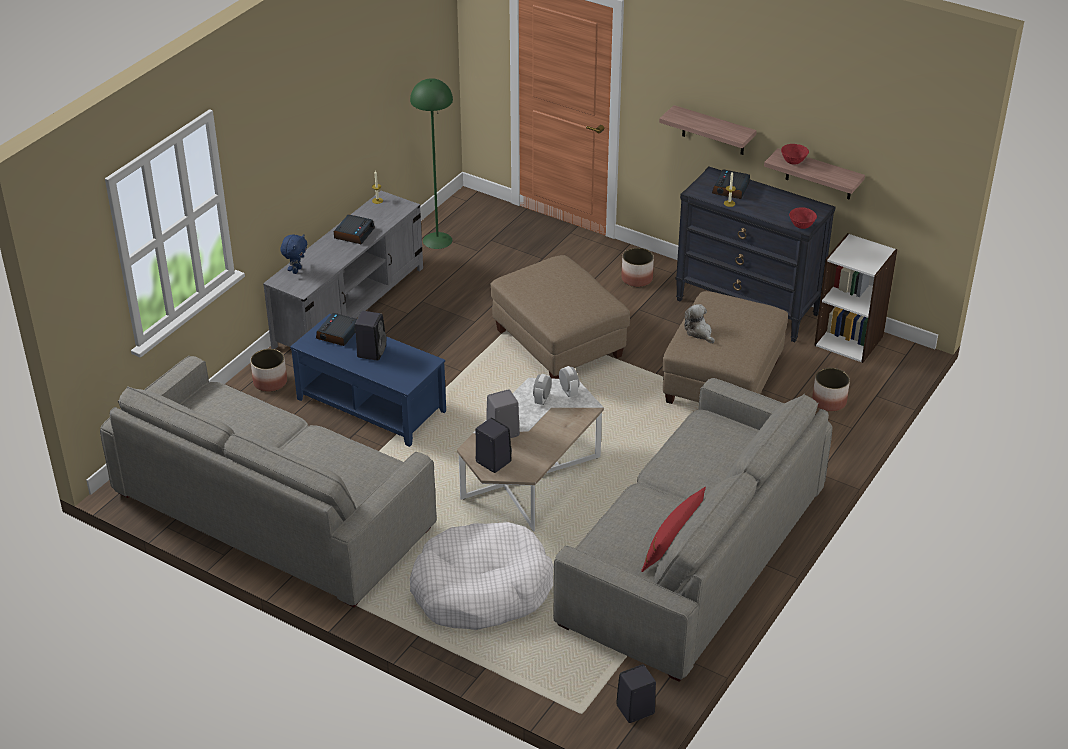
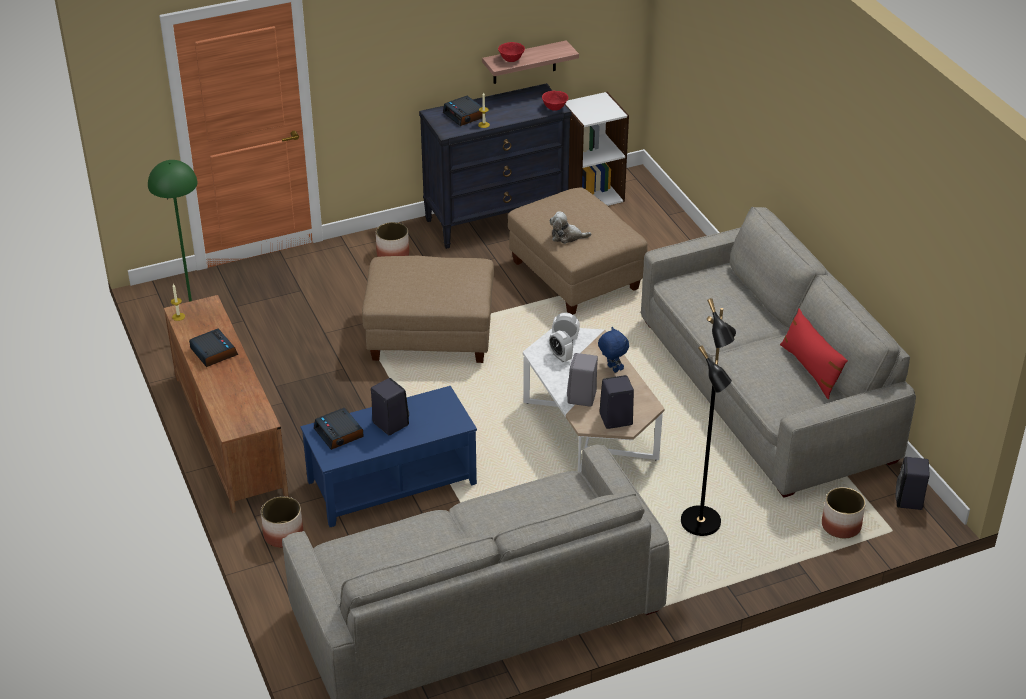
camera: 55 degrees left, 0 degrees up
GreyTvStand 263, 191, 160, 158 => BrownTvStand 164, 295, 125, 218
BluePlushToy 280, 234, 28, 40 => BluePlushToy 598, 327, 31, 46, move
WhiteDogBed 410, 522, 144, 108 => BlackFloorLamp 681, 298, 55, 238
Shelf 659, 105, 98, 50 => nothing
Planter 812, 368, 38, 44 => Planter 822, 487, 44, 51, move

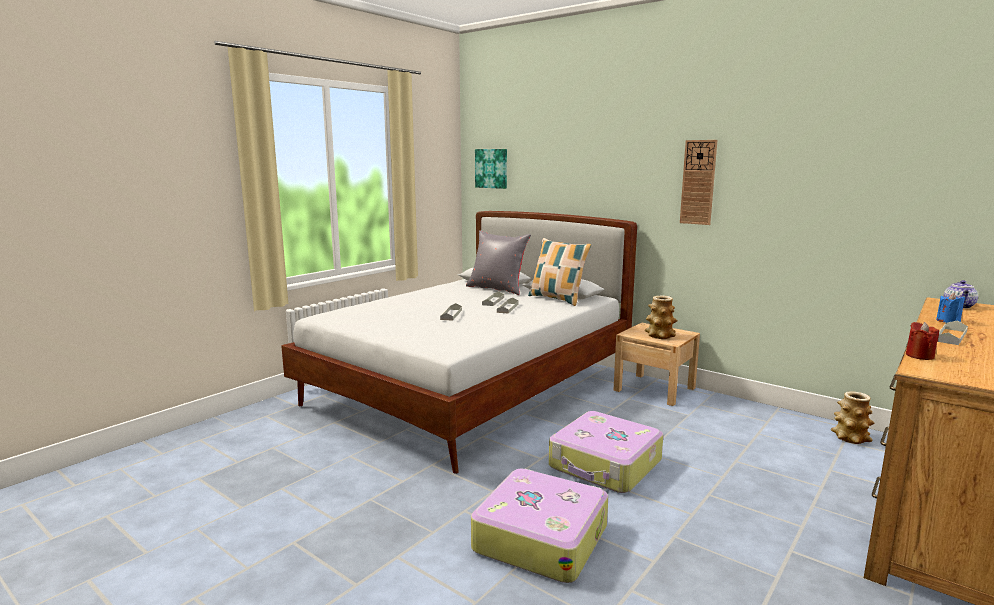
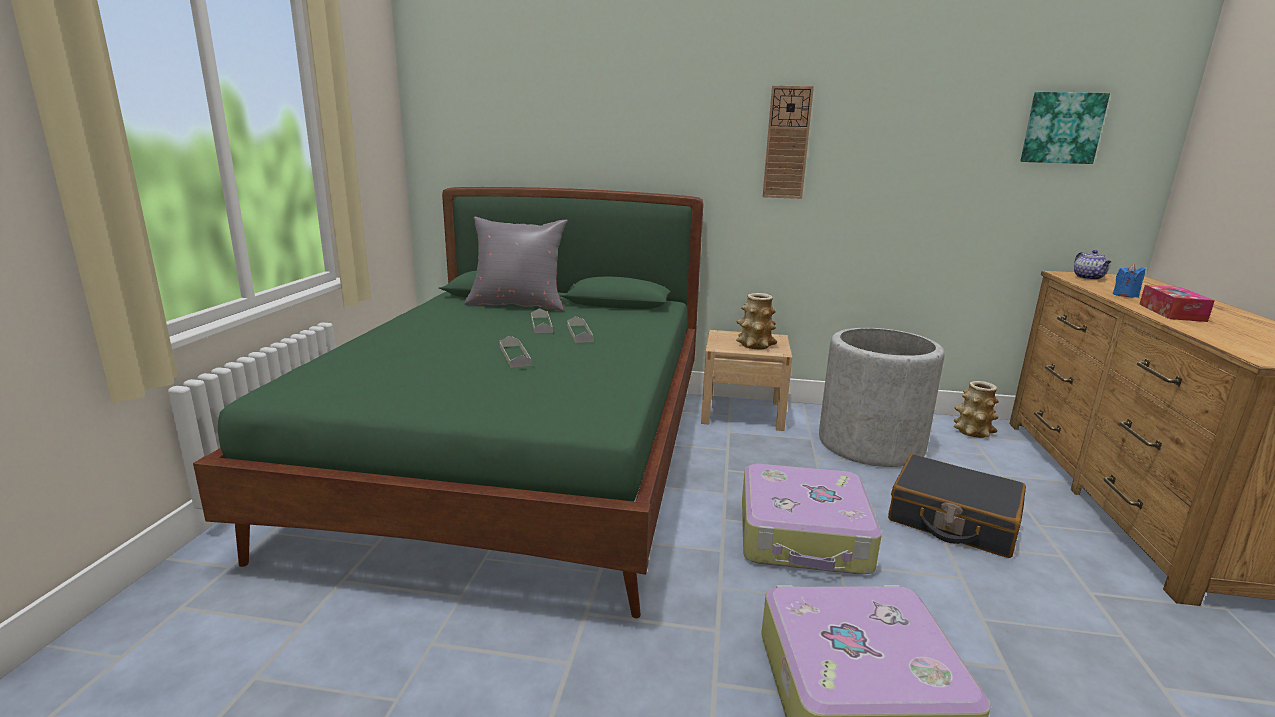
camera: 30 degrees left, 5 degrees up
WhiteBed 281, 211, 356, 263 => GreenBed 193, 187, 511, 431
Picture 475, 149, 32, 40 => Picture 1020, 92, 90, 72, move
Pillow 528, 238, 64, 68 => nothing
RedCandle 906, 322, 33, 38 => nothing
GreyTray 938, 321, 30, 24 => TissueBox 1140, 285, 75, 37
nothing => GreyPlanter 819, 328, 126, 139
nothing => BlackSuitcase 888, 454, 138, 104

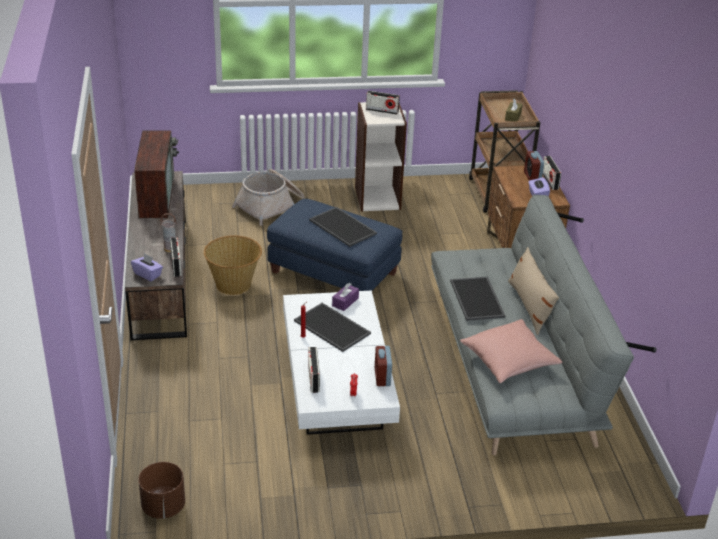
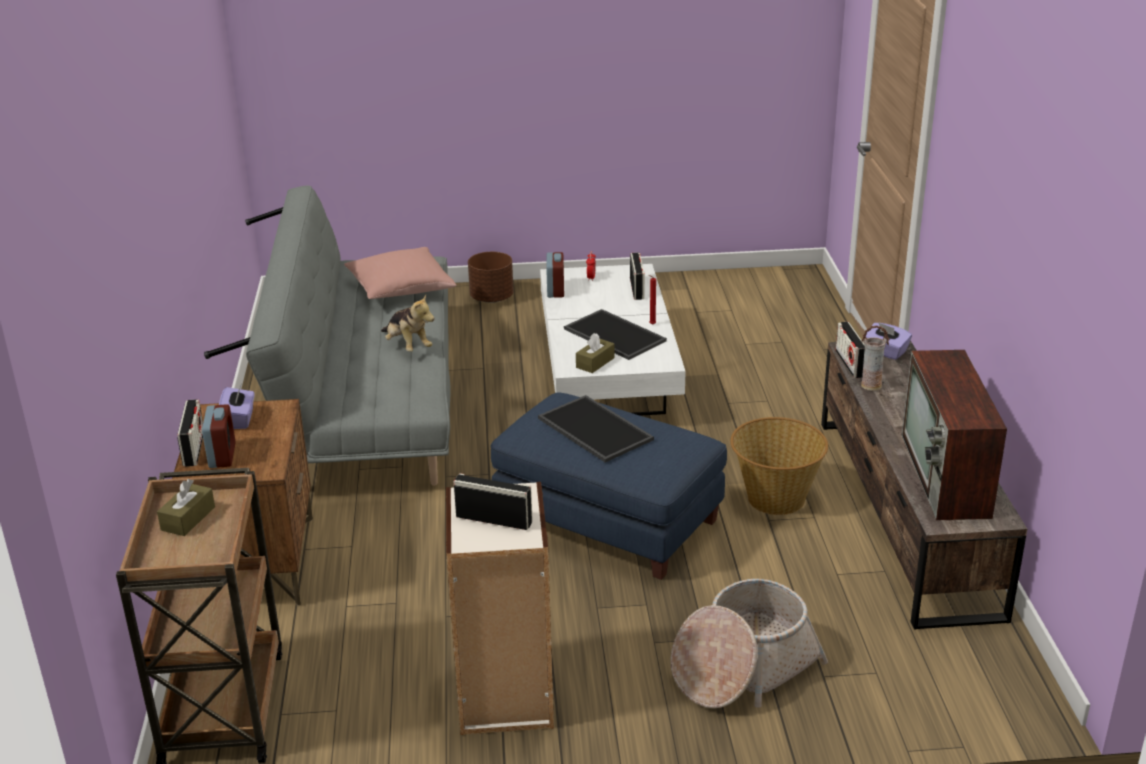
camera: 175 degrees left, 5 degrees down
BrownPlanter 138, 462, 47, 57 => BrownPlanter 468, 252, 46, 51, move
PurpleTissueBox 332, 283, 27, 28 => BrownTissueBox 576, 333, 39, 40
Tray 450, 277, 55, 44 => PlushToy 381, 295, 53, 57
BeigePillow 508, 247, 51, 88 => nothing

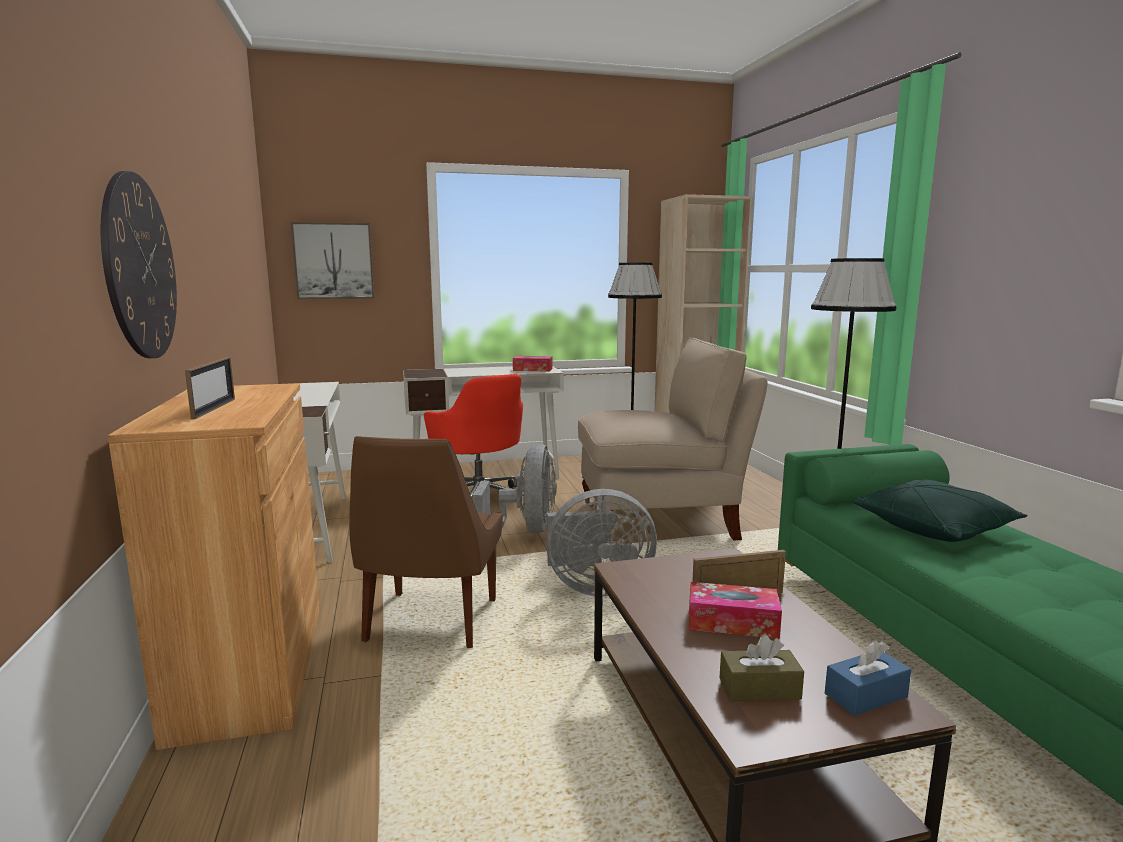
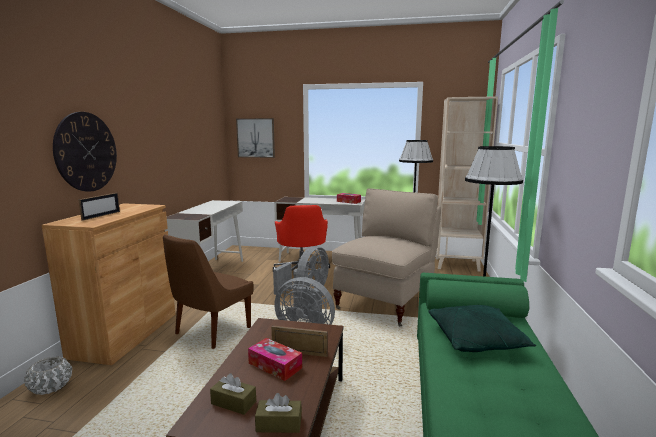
camera: 25 degrees right, 0 degrees up
BeigeChair 578, 337, 189, 207 => BeigeChair 332, 188, 109, 138, 75 degrees counterclockwise
BlueTissueBox 825, 640, 86, 76 => BrownTissueBox 255, 393, 47, 40
nothing => WhitePlanter 24, 357, 48, 38

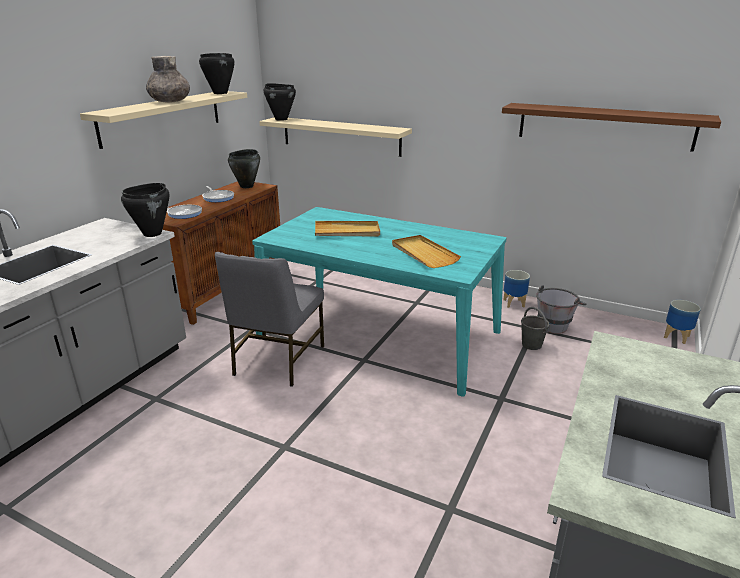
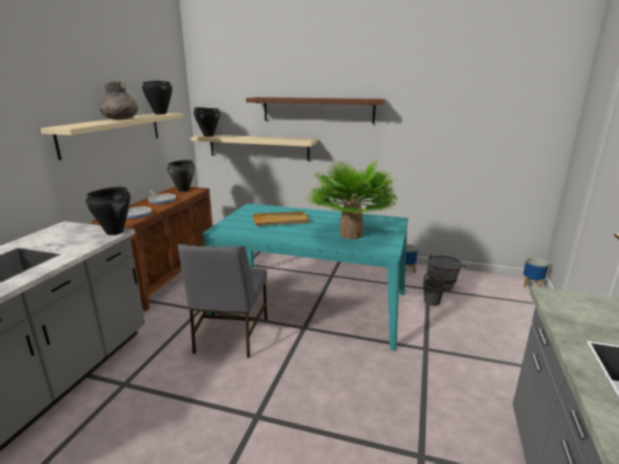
camera: 10 degrees left, 5 degrees down
BeigeTray 392, 235, 69, 33 => PottedPlant 308, 159, 93, 80
BrownShelf 502, 103, 219, 49 => BrownShelf 246, 97, 139, 27, move

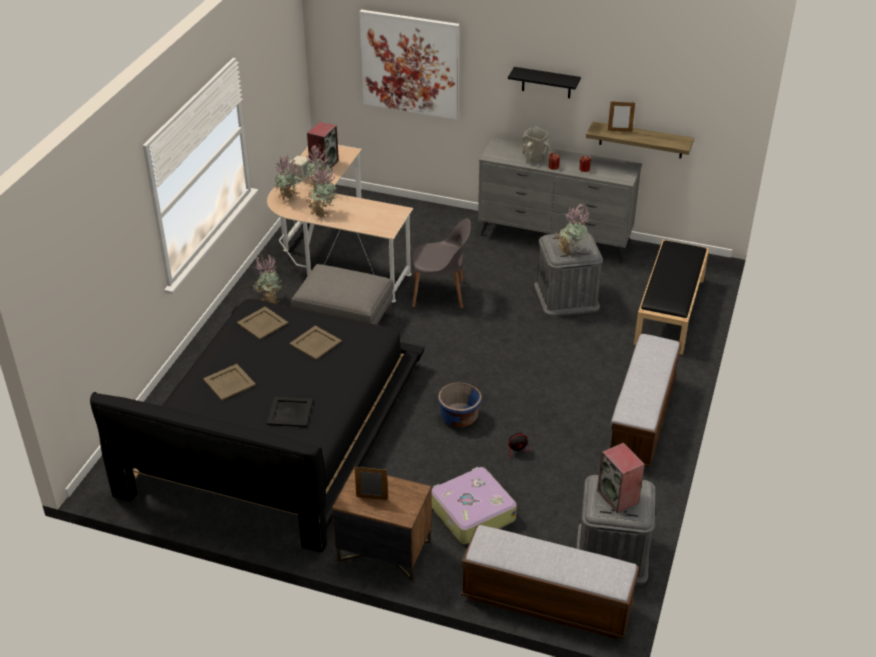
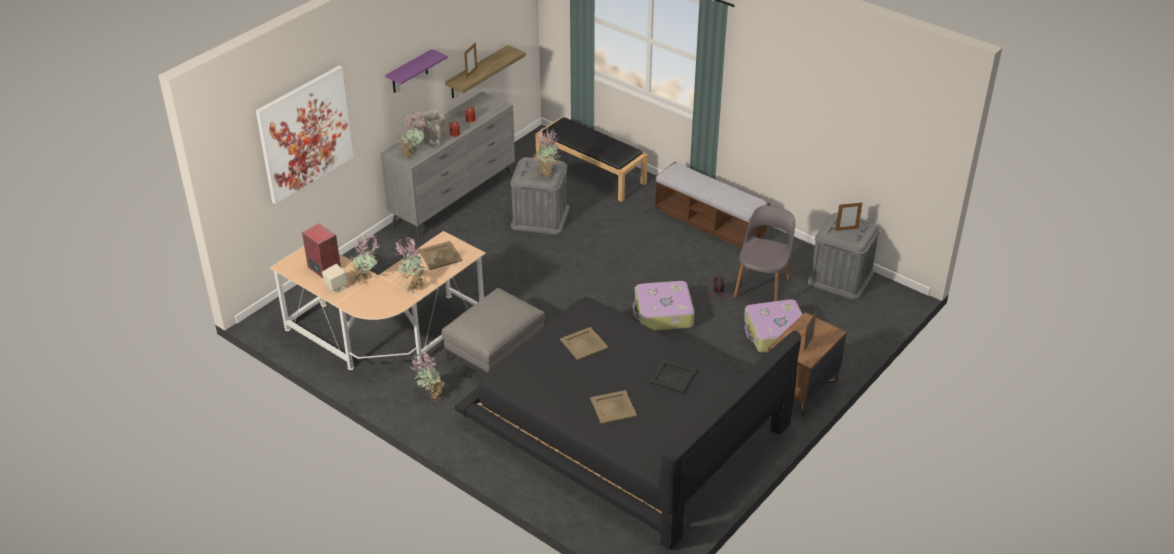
camera: 70 degrees left, 0 degrees up
BeigeTray 237, 307, 51, 33 => BeigeTray 419, 241, 43, 29, move
PottedPlant 274, 154, 27, 46 => PottedPlant 397, 111, 30, 48, move
GreyChair 411, 218, 60, 90 => GreyChair 734, 205, 61, 96, move
BluePlanter 438, 382, 44, 45 => Suitcase 633, 281, 62, 49
Bench 461, 525, 178, 114 => nothing
BlackShelf 508, 67, 73, 31 => PurpleShelf 385, 49, 63, 44
Speaker 597, 442, 48, 71 => PictureFrame 835, 202, 28, 29

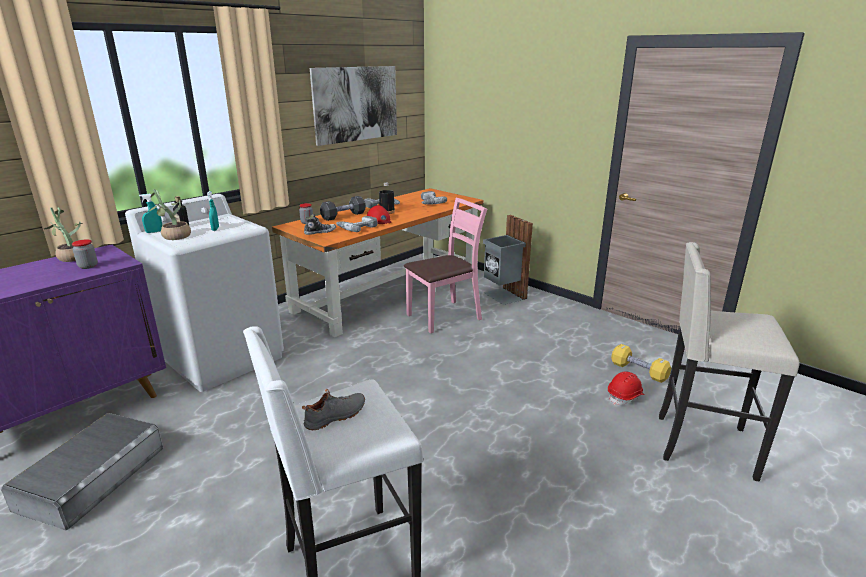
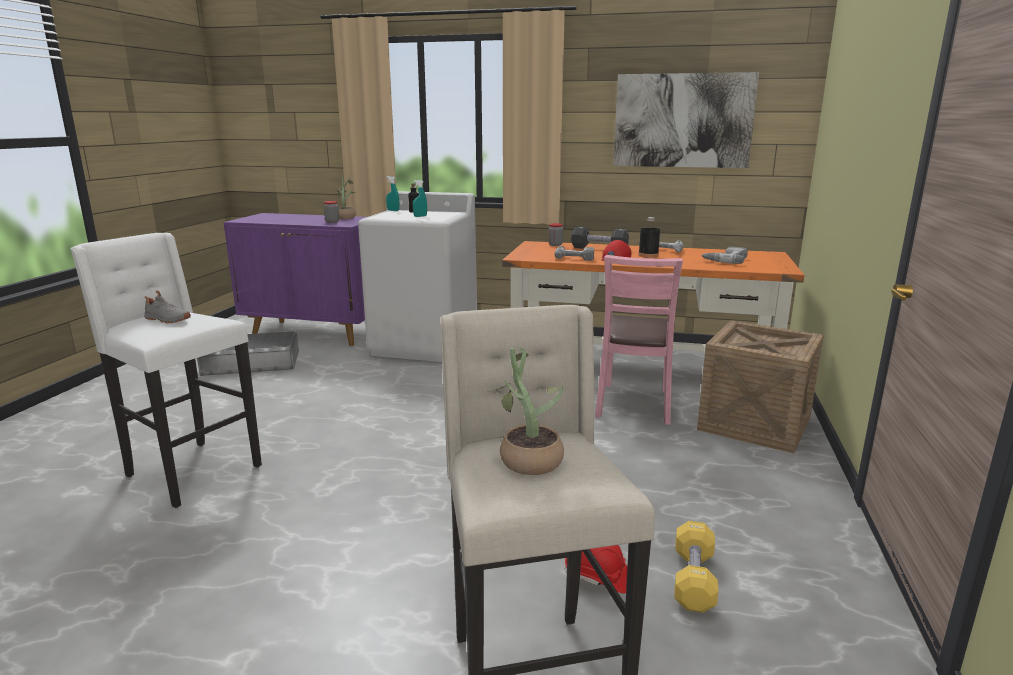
camera: 60 degrees right, 5 degrees down
PottedPlant 146, 189, 45, 51 => PottedPlant 486, 347, 78, 128, move
Shoe 304, 214, 32, 21 => nothing
PinkChair 404, 198, 83, 136 => PinkChair 595, 255, 88, 170, 75 degrees clockwise
GreyTrashCan 483, 215, 50, 90 => Crate 697, 320, 127, 134

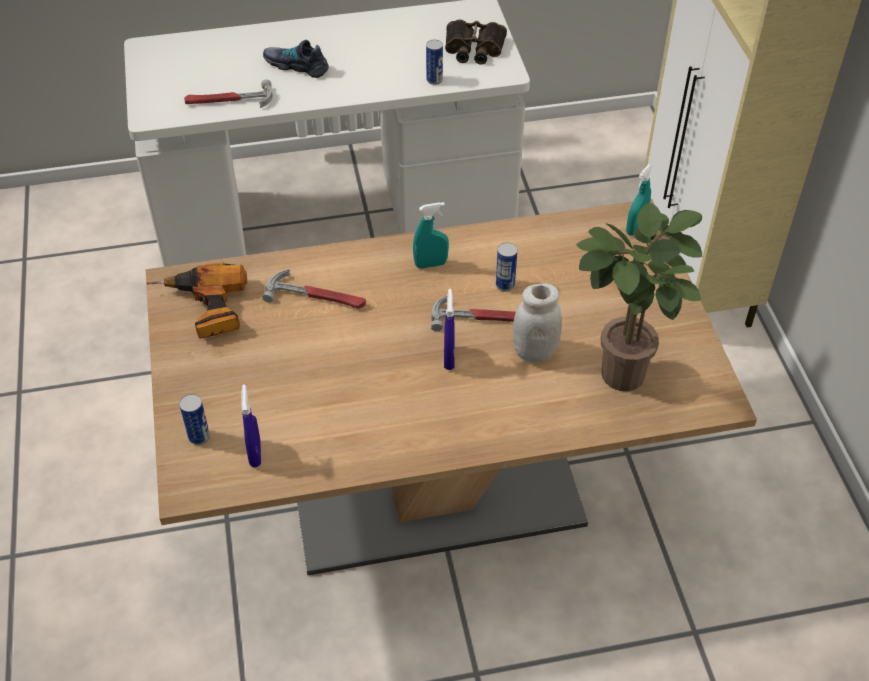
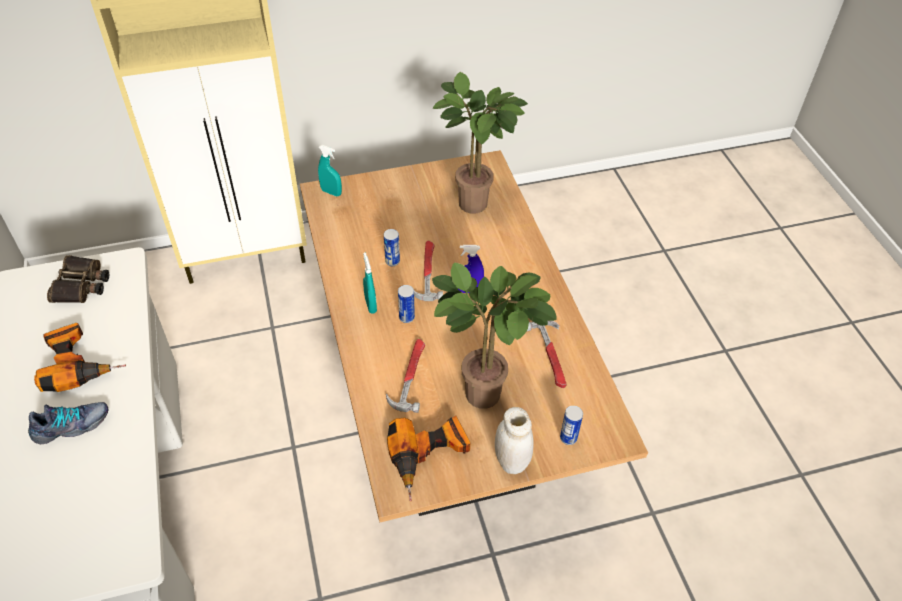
camera: 95 degrees left, 0 degrees up
Hammer 184, 79, 89, 29 => Hammer 527, 321, 40, 67, move
BlueSprayBottle 241, 384, 20, 83 => nothing
Shoe 263, 40, 66, 38 => Shoe 28, 402, 80, 42, 135 degrees counterclockwise
Can 426, 40, 17, 45 => Can 398, 285, 17, 38, move
WhiteJar 513, 283, 49, 80 => WhiteJar 495, 407, 39, 67, move
nothing => PowerDrill 34, 323, 92, 69
nothing => PottedPlant 432, 262, 125, 147

